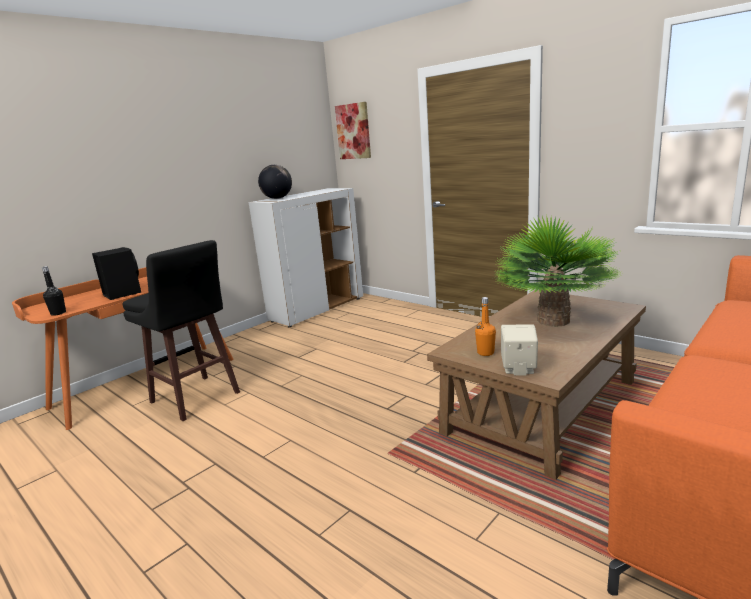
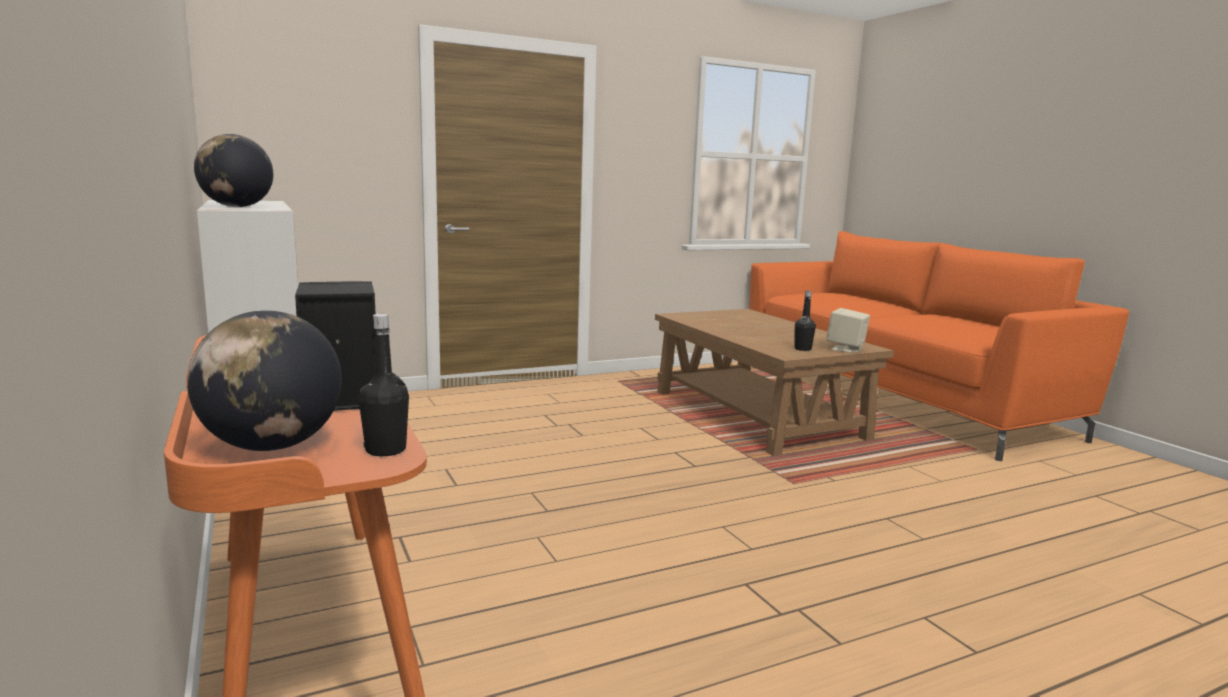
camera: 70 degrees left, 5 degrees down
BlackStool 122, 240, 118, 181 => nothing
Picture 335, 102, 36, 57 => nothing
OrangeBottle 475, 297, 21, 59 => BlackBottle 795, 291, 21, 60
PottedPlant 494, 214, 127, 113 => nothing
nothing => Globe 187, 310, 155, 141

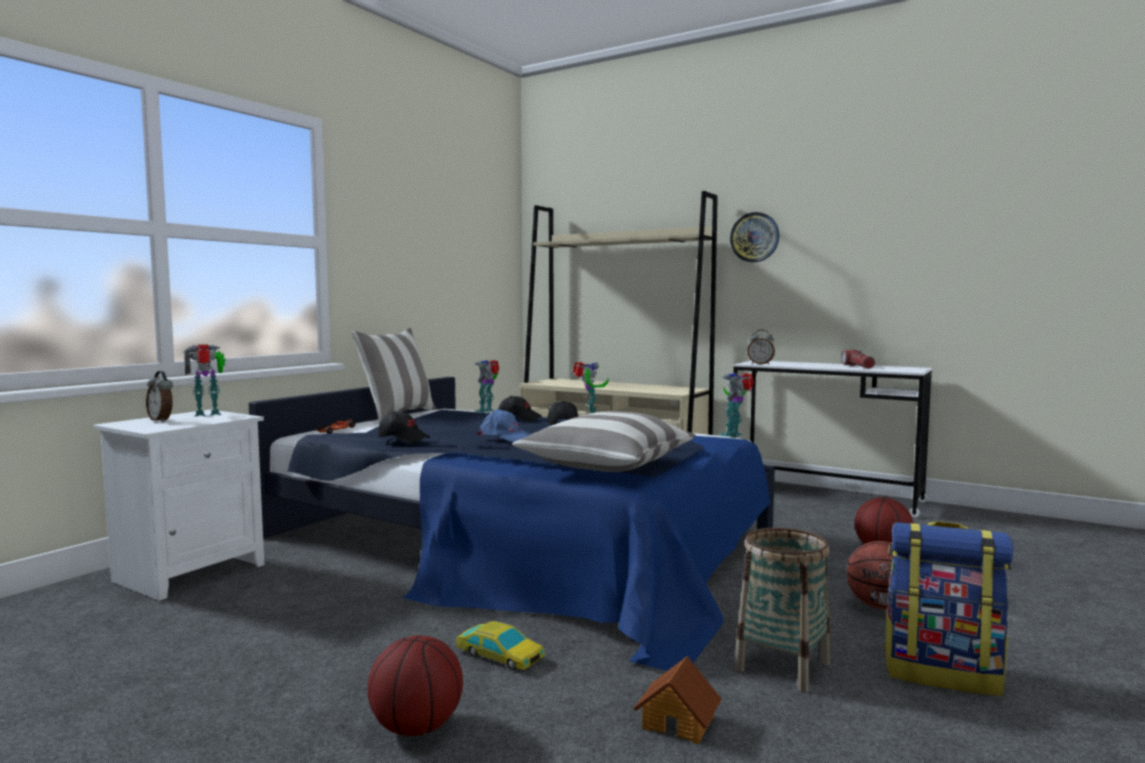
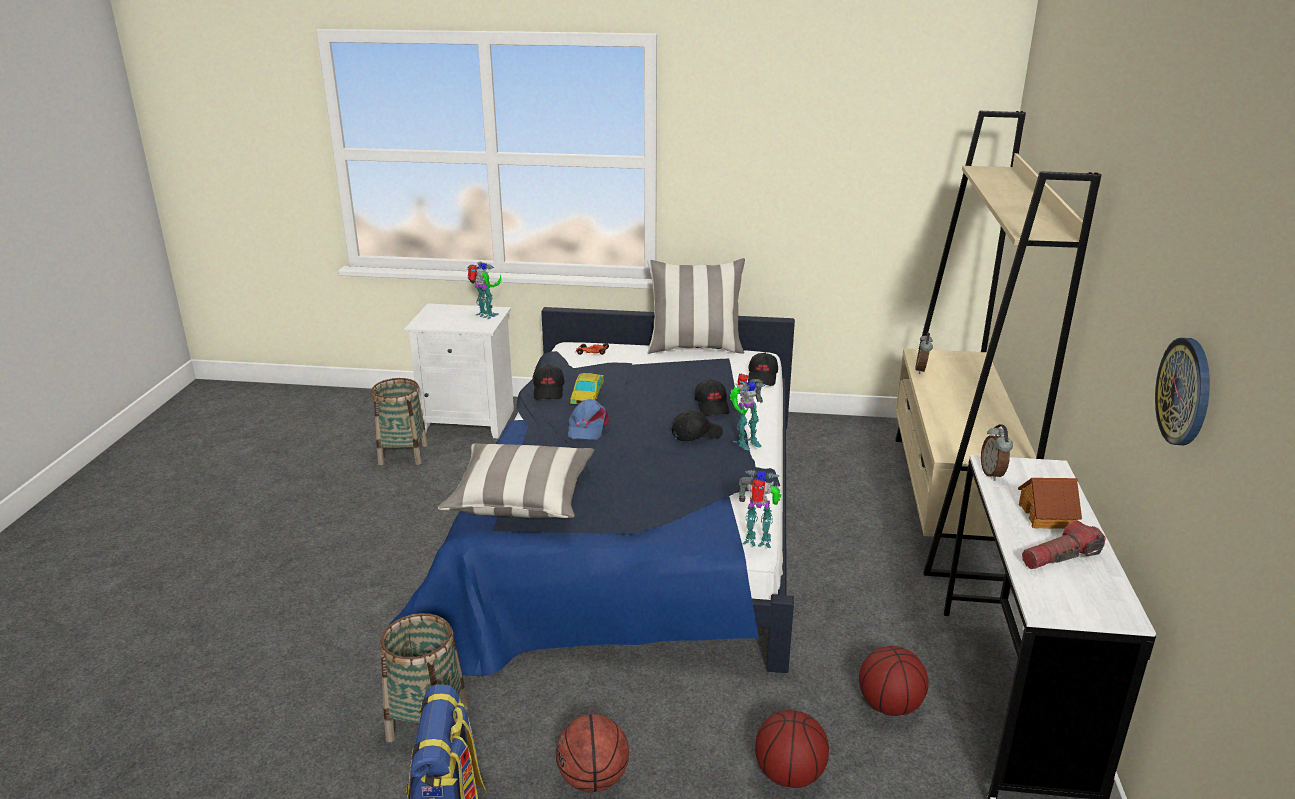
camera: 65 degrees right, 20 degrees up
AlarmClock 146, 371, 27, 51 => AlarmClock 915, 333, 18, 41, move
Basketball 367, 635, 96, 101 => Basketball 859, 646, 70, 70, move
ToyCar 456, 621, 89, 49 => ToyCar 570, 373, 34, 31, move
ToyRobot 474, 360, 25, 53 => BlackCap 748, 352, 30, 34
ToyHouse 633, 656, 89, 88 => ToyHouse 1018, 478, 64, 51, move
WallClock 730, 212, 49, 50 => WallClock 1155, 338, 55, 107, move
nothing => Basket 371, 378, 57, 87

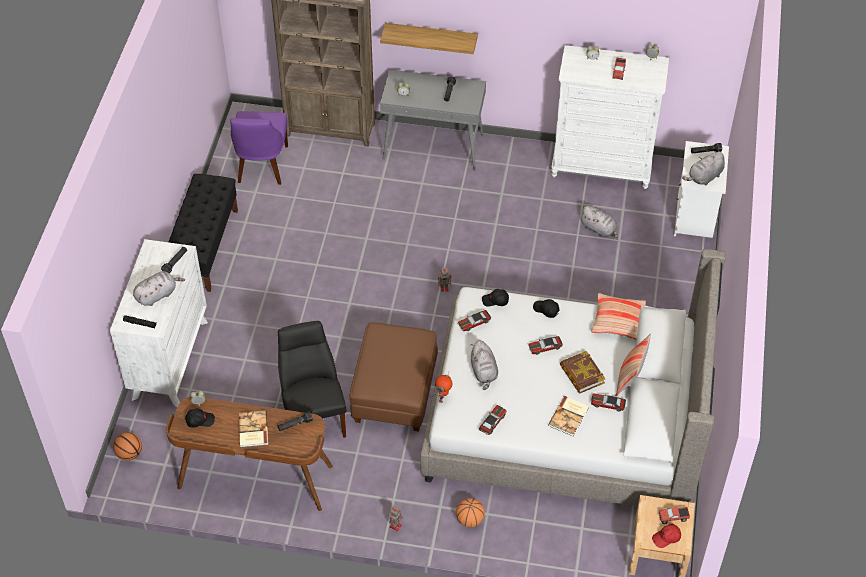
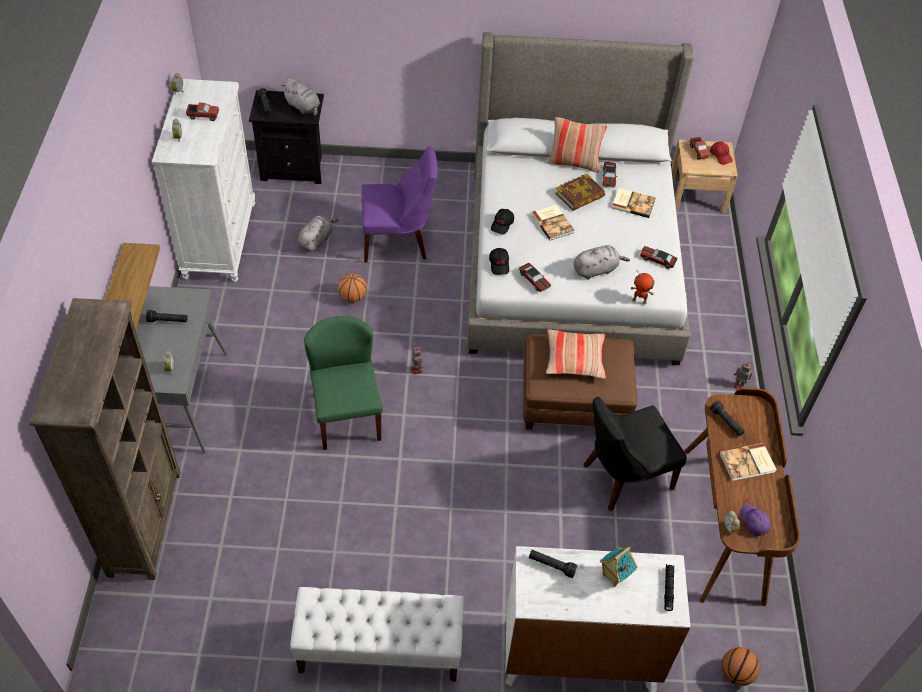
camera: 100 degrees left, 0 degrees up
GreyPlushToy 133, 271, 52, 35 => ToyHouse 600, 547, 38, 40
BlackBench 169, 174, 69, 118 => WhiteBench 290, 587, 174, 95
BlackCap 185, 408, 30, 20 => PurpleCap 740, 504, 31, 32
PurpleChair 230, 111, 58, 74 => PurpleChair 361, 146, 77, 117, move
Basketball 456, 498, 29, 30 => Basketball 338, 273, 29, 30, move
ToyCar 528, 336, 35, 19 => Book 531, 205, 43, 36
Pillow 591, 293, 55, 47 => Pillow 546, 329, 60, 50, move
WhiteNightstand 674, 141, 55, 97 => BlackNightstand 249, 90, 75, 94
nothing => GreenChair 304, 316, 79, 134

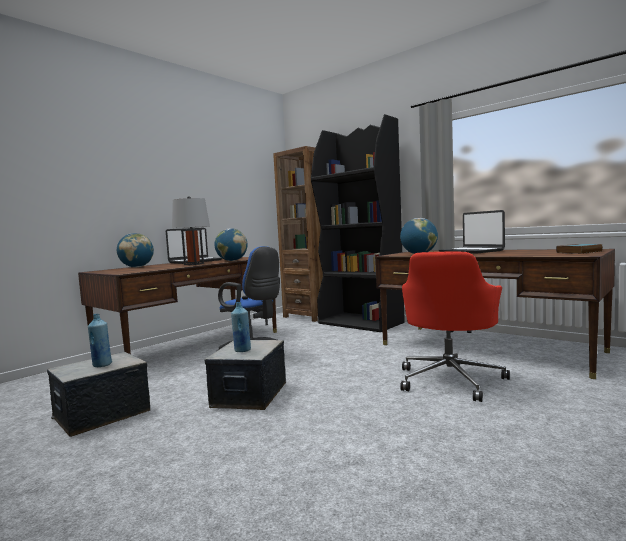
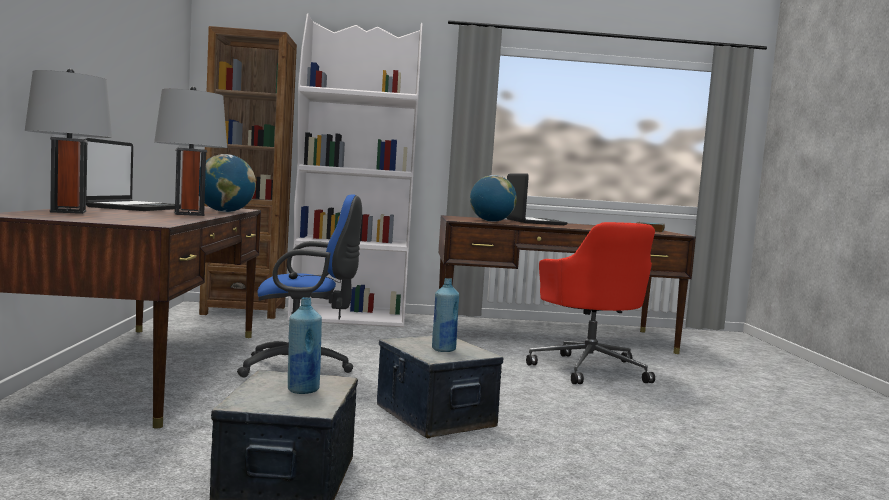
camera: 45 degrees left, 0 degrees up
Globe 117, 233, 37, 34 => GreyTableLamp 24, 69, 88, 145
BlackBookcase 311, 114, 94, 218 => WhiteBookcase 287, 14, 136, 313
Laptop 439, 210, 66, 43 => Laptop 507, 174, 61, 51, 120 degrees counterclockwise

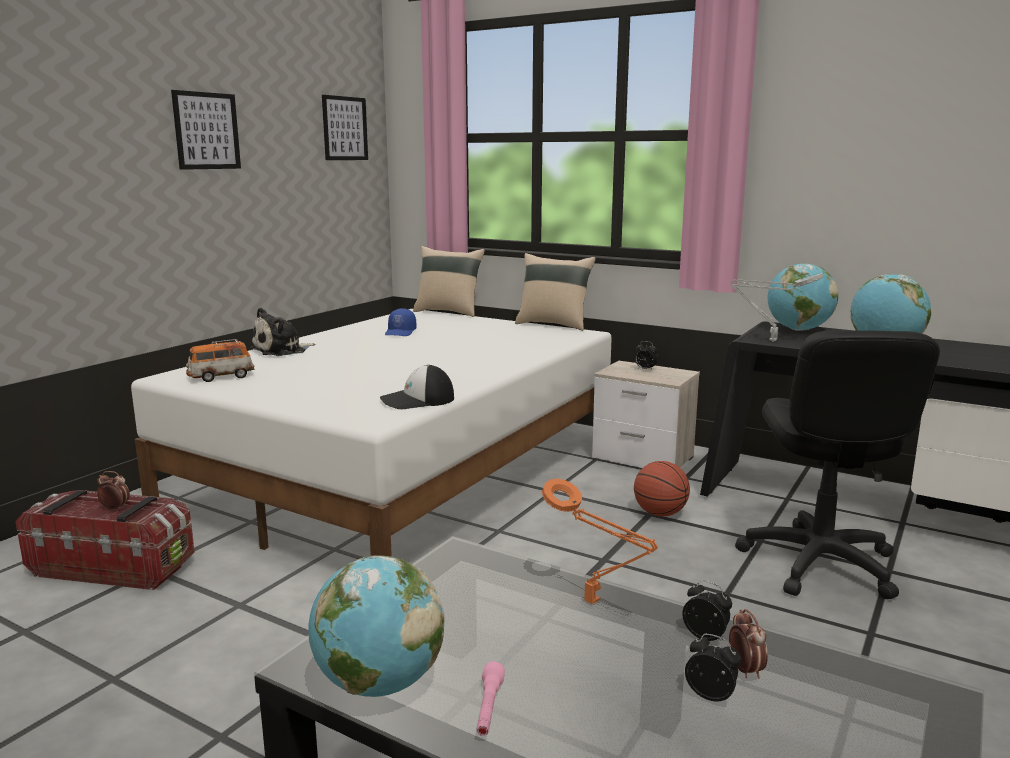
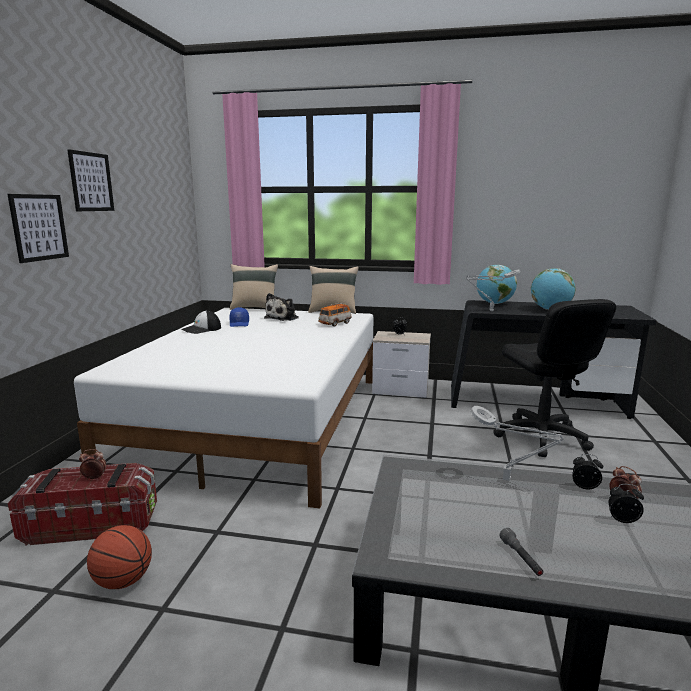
camera: 20 degrees left, 0 degrees up
ToyCar 186, 339, 69, 43 => ToyCar 318, 303, 34, 24, move
PlushToy 250, 307, 66, 49 => PlushToy 264, 293, 35, 28, move
Globe 308, 555, 136, 142 => nothing
Picture 322, 95, 46, 65 => Picture 7, 194, 62, 69, move
Cap 380, 365, 74, 44 => Cap 181, 311, 40, 23, move
PinkFlashlight 476, 661, 29, 75 => GreyFlashlight 500, 528, 43, 48
OrangeTableLamp 542, 479, 116, 125 => GreyTableLamp 471, 406, 93, 75
Basketball 634, 461, 56, 55 => Basketball 87, 525, 65, 64, move

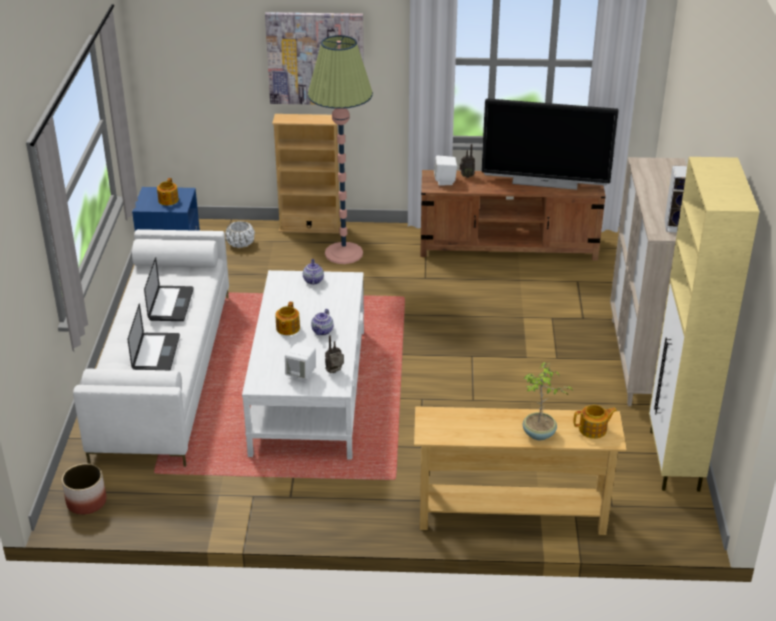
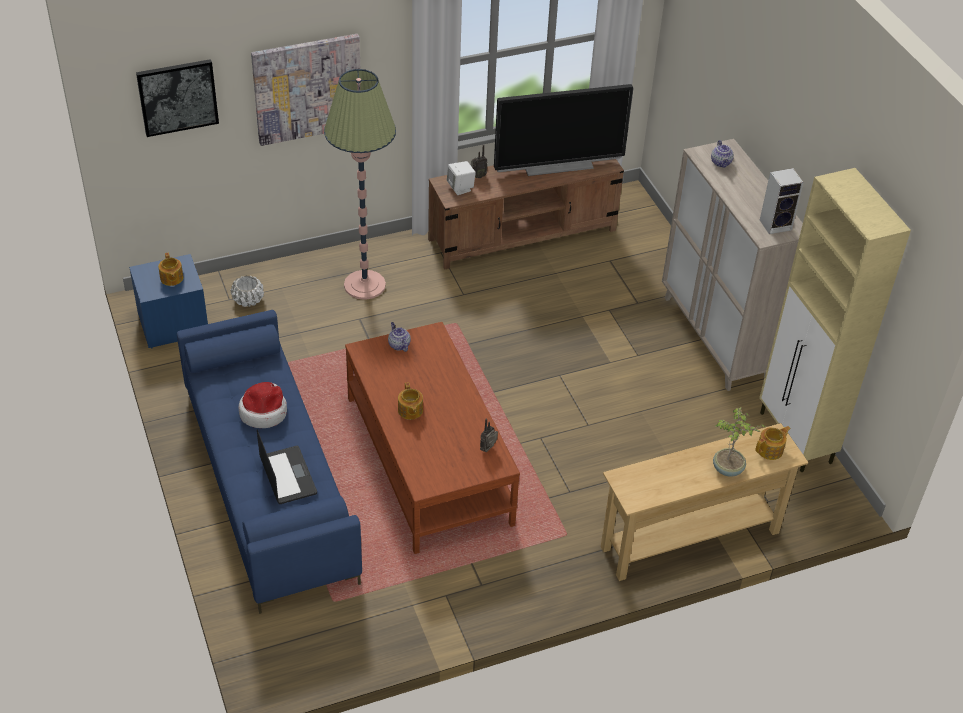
camera: 25 degrees left, 10 degrees up
Planter 62, 463, 45, 52 => nothing
WhiteSofa 73, 229, 156, 238 => BlueSofa 177, 310, 185, 304
Laptop 144, 257, 50, 64 => Hat 238, 382, 49, 46
WhiteCoffeeTable 242, 270, 122, 190 => BrownCoffeeTable 345, 322, 175, 232
BeigeBookcase 272, 114, 69, 120 => nothing
WhiteSpeaker 285, 344, 31, 39 => nothing
Teapot 311, 309, 23, 26 => Teapot 711, 140, 23, 28, move
nothing => Picture 136, 59, 83, 78

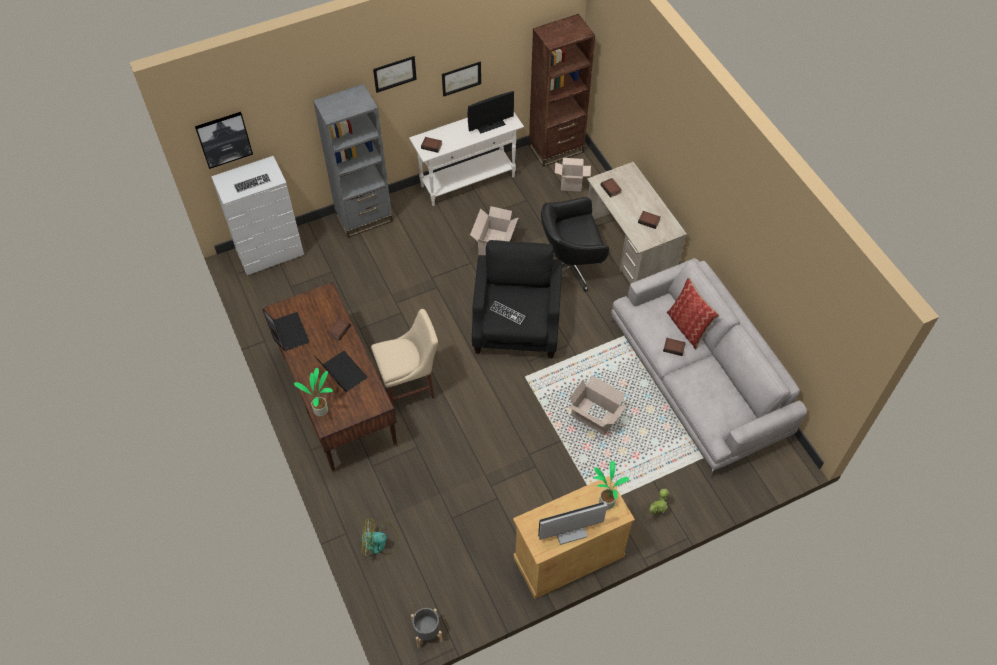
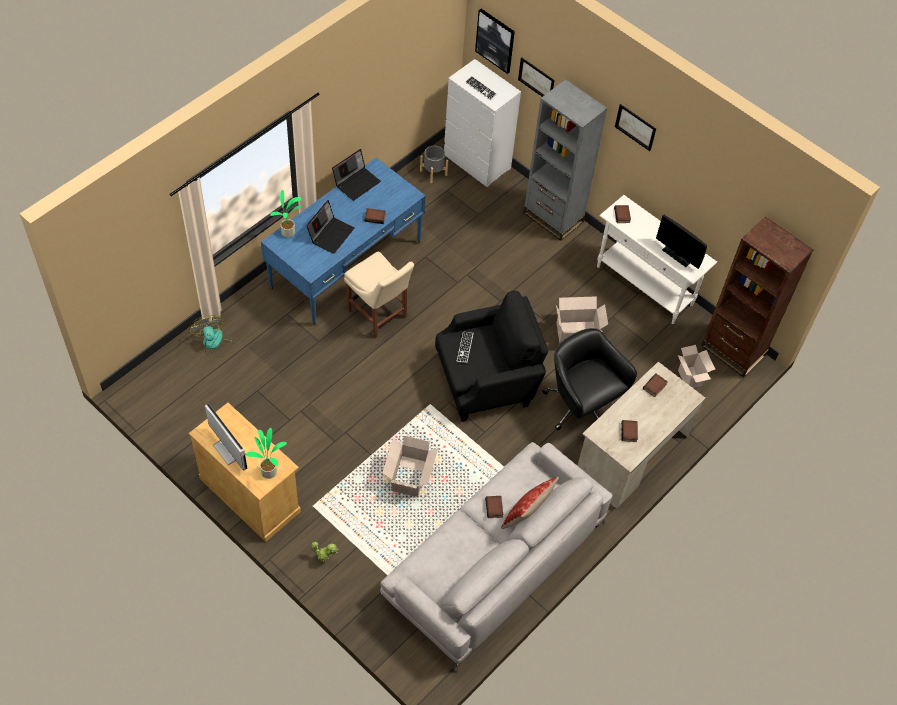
camera: 65 degrees right, 0 degrees up
BrownDesk 264, 282, 133, 191 => BlueDesk 261, 158, 165, 168
GreyPlanter 411, 608, 32, 40 => GreyPlanter 420, 146, 28, 37, move
Picture 442, 61, 39, 36 => Picture 518, 57, 37, 40, move

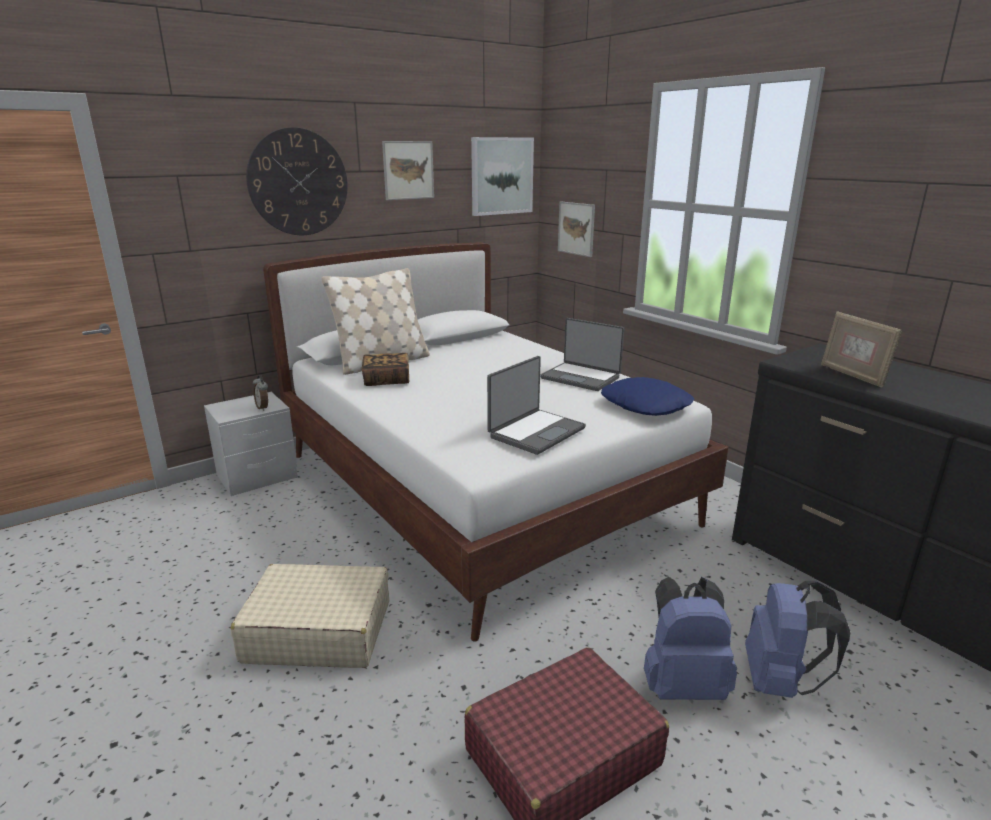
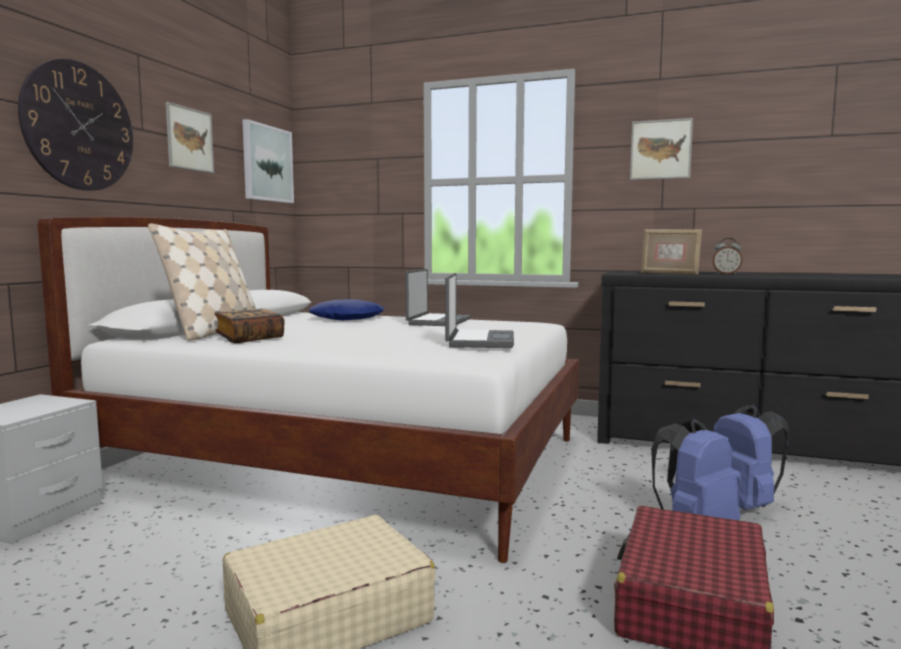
camera: 35 degrees left, 15 degrees down
AlarmClock 253, 375, 15, 36 => AlarmClock 712, 238, 31, 36, move
Laptop 540, 318, 84, 73 => Laptop 405, 269, 66, 57, 75 degrees counterclockwise
Picture 558, 201, 37, 56 => Picture 630, 118, 63, 62, move
BluePillow 601, 377, 93, 39 => BluePillow 309, 299, 75, 21, move

